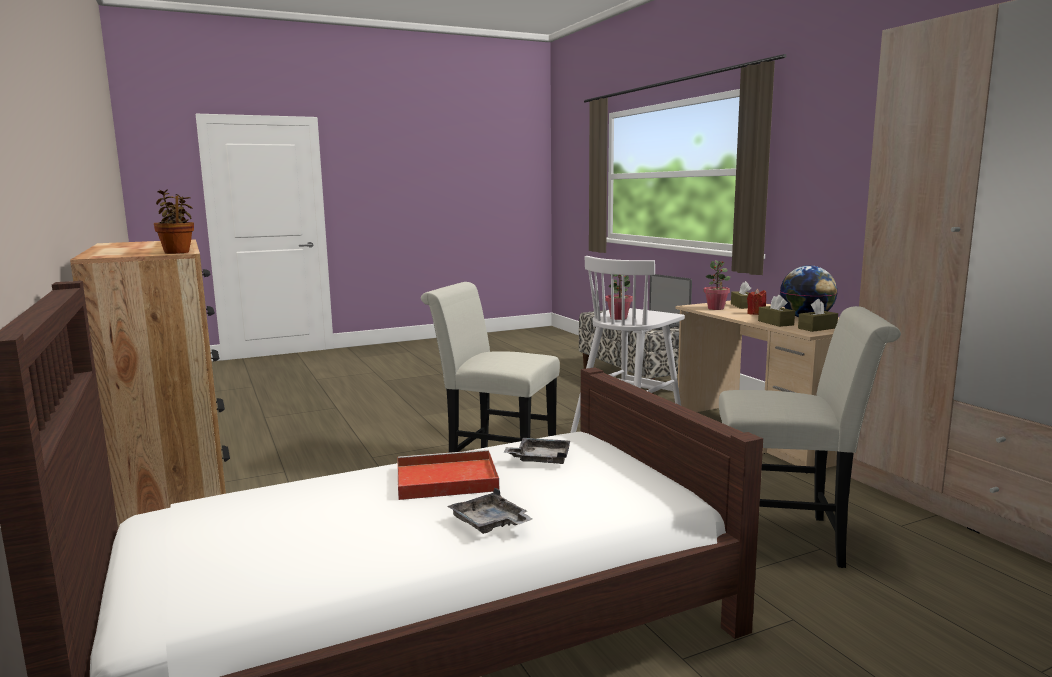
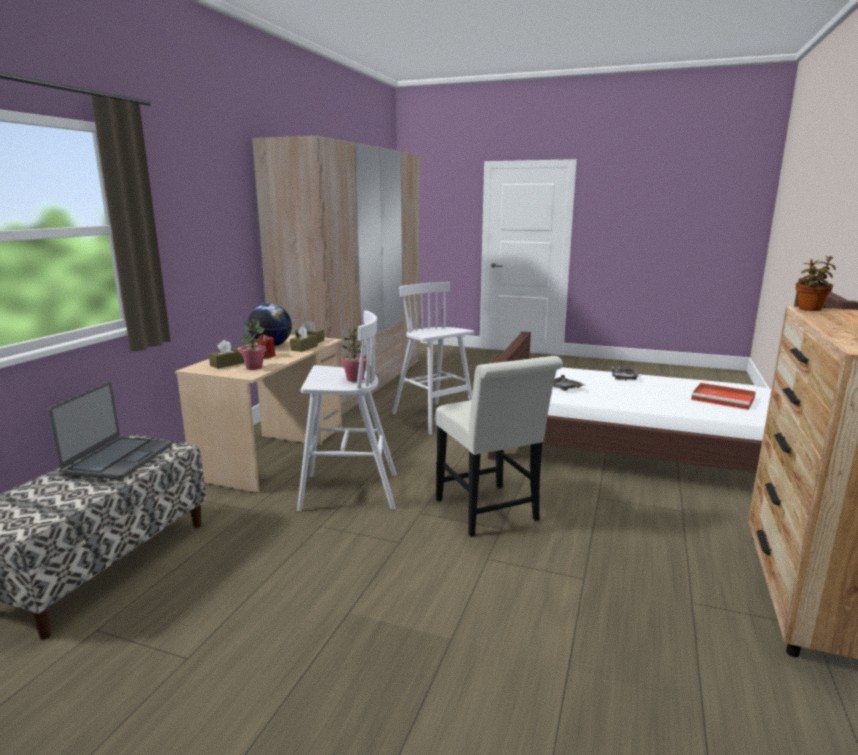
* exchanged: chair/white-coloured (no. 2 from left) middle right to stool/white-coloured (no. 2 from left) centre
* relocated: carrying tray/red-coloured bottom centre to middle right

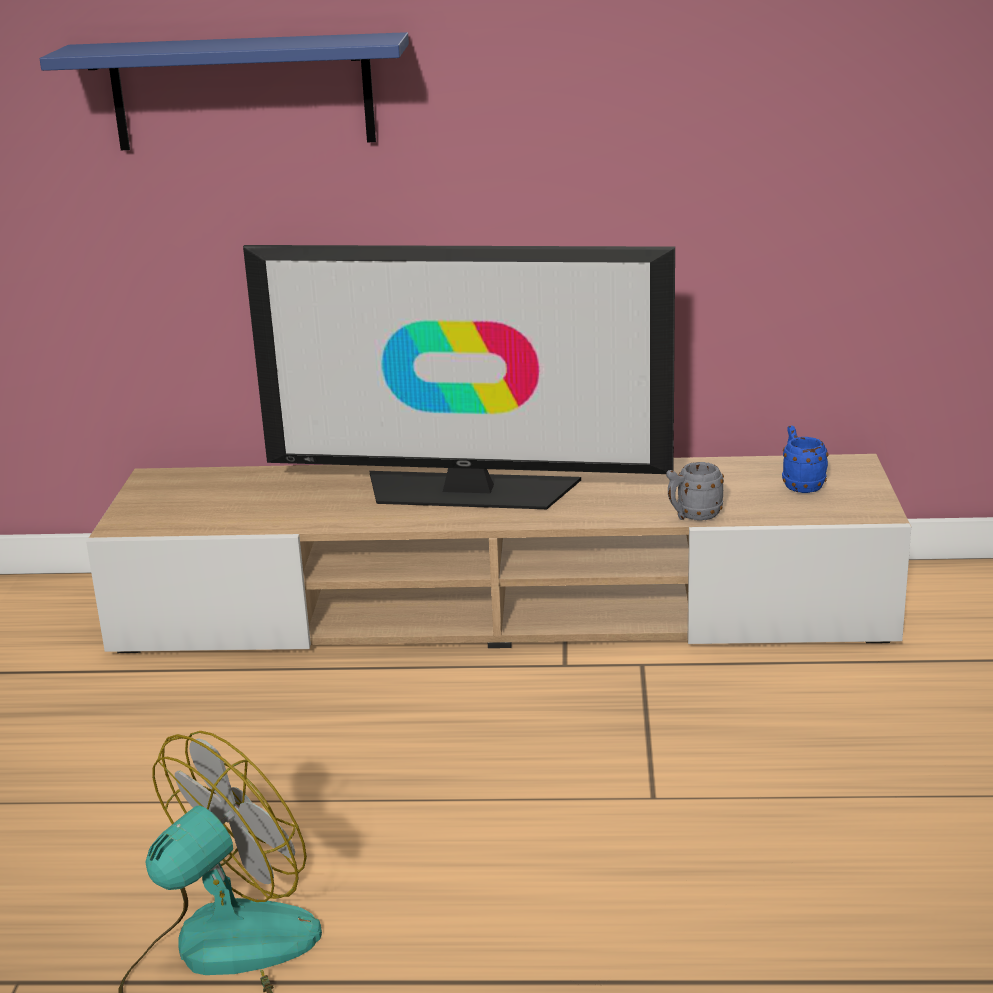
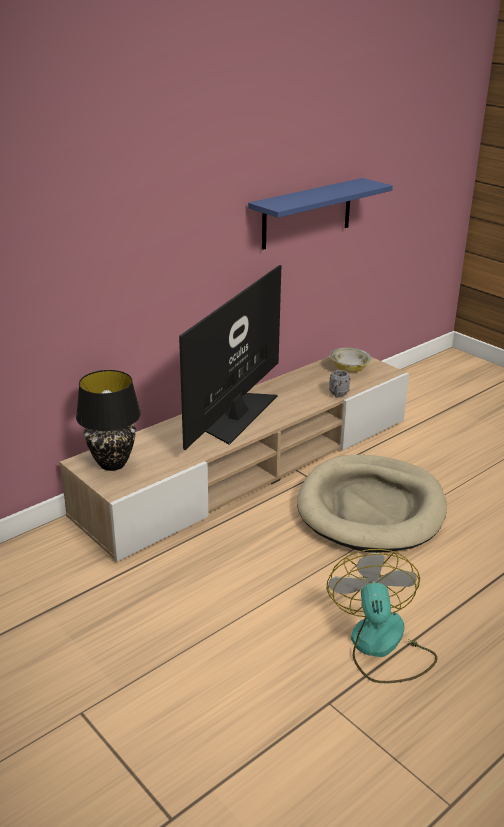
* appeared: table lamp/blackish middle left
* spun: TV centre = centre 150 degrees clockwise
* relocated: shelf/bluish top left to top centre
* appeared: dog cushion/beige middle right
* exchanged: coffee mug/bluish middle right to deep dish middle right

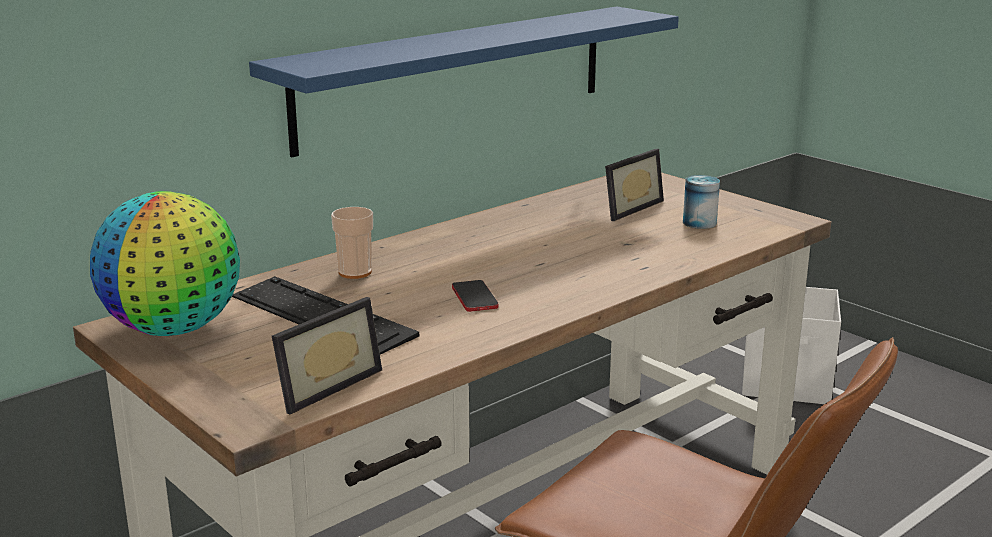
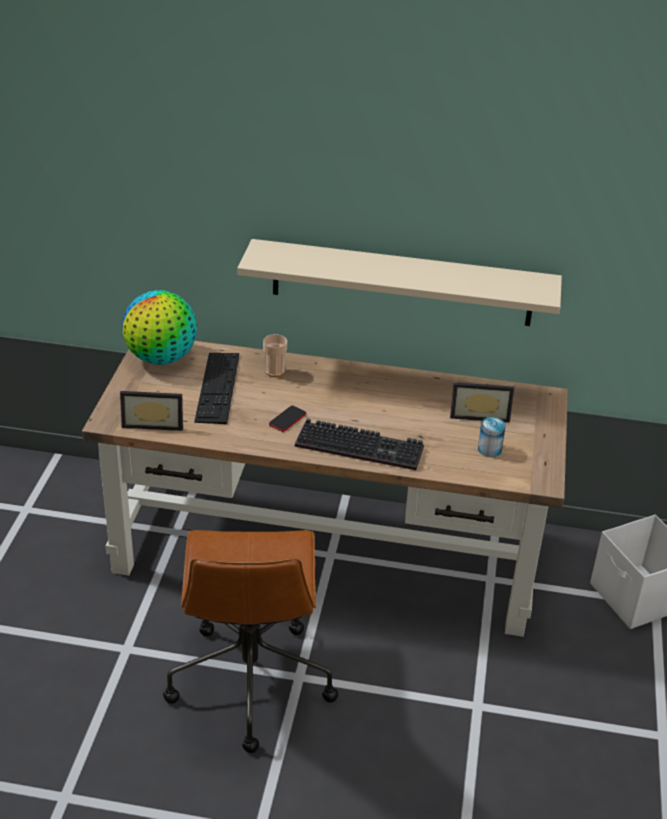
* colour: shelf/bluish top centre to shelf/beige centre
* appeared: computer keyboard (no. 2 from left) centre

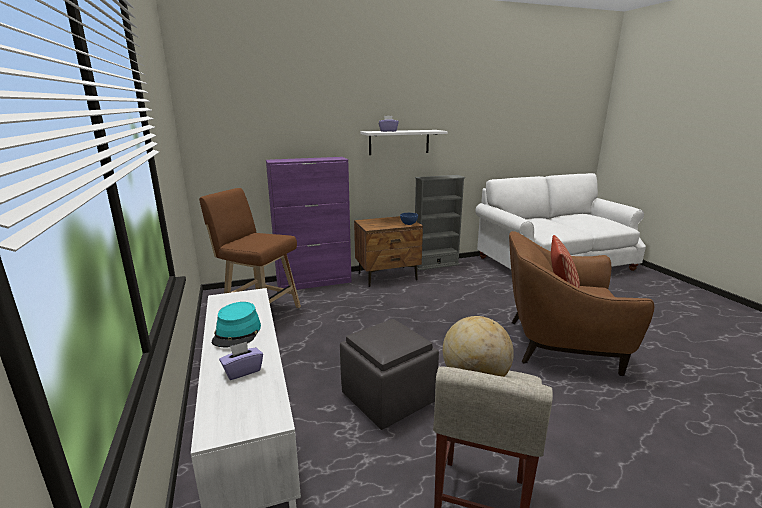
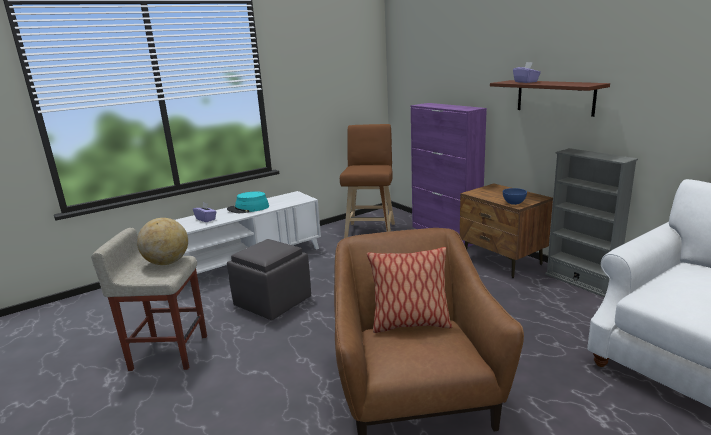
* colour: shelf/white-coloured top centre to shelf/brown-coloured top right

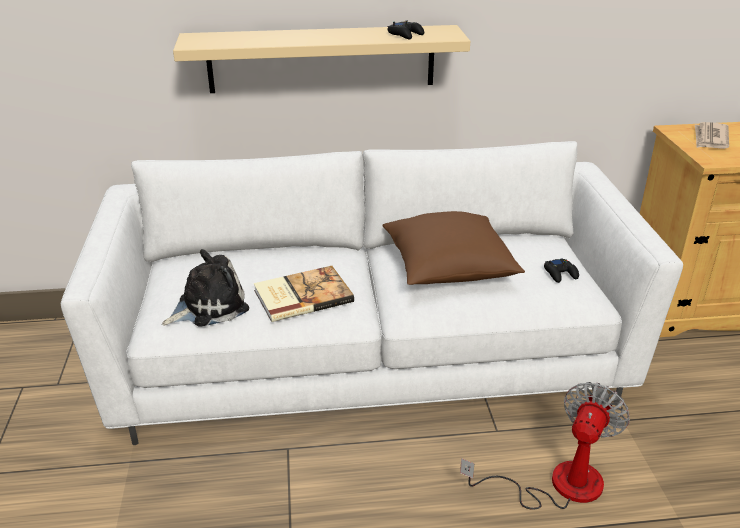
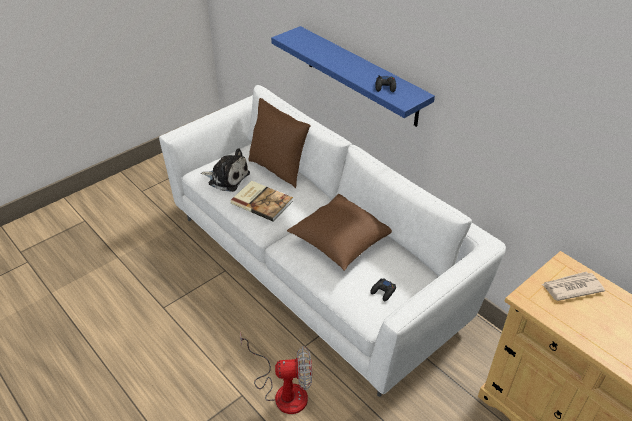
* appeared: throw pillow/brown-coloured (no. 1 from left) centre
* colour: shelf/beige top centre to shelf/bluish top centre

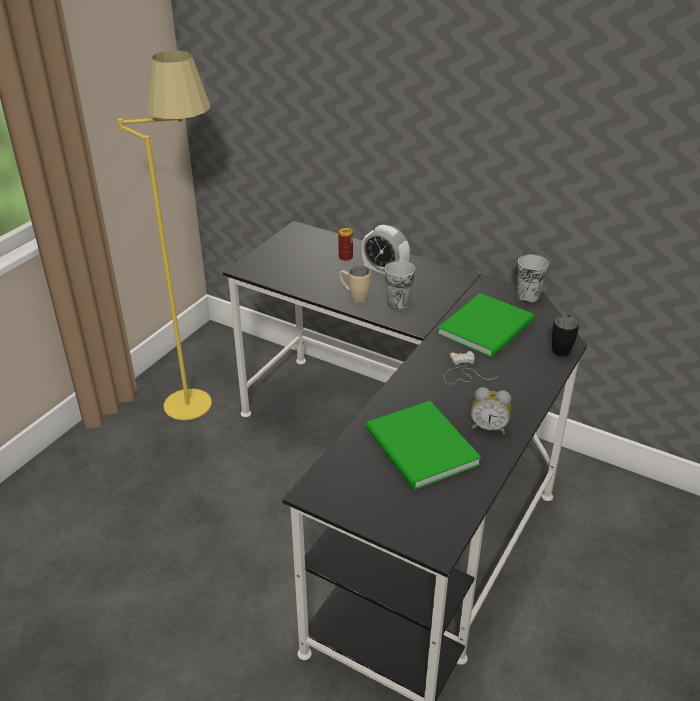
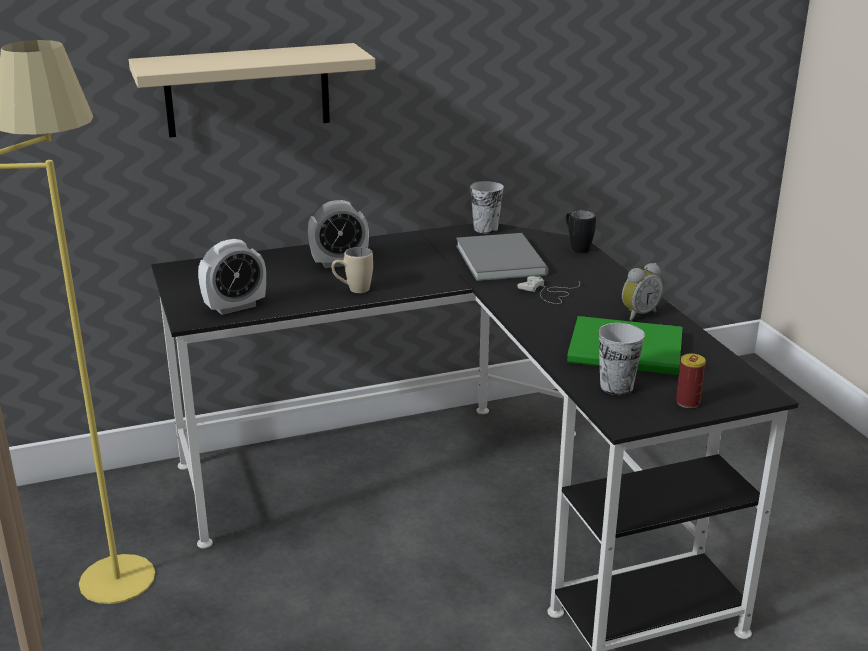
* appeared: shelf/beige top left
* appeared: alarm clock (no. 1 from left) middle left
* colour: bound book/green-coloured (no. 2 from left) middle right to bound book/gray centre
* relocated: small cup (no. 1 from left in the first image) centre to small cup (no. 2 from left) middle right
* relocated: can centre to middle right

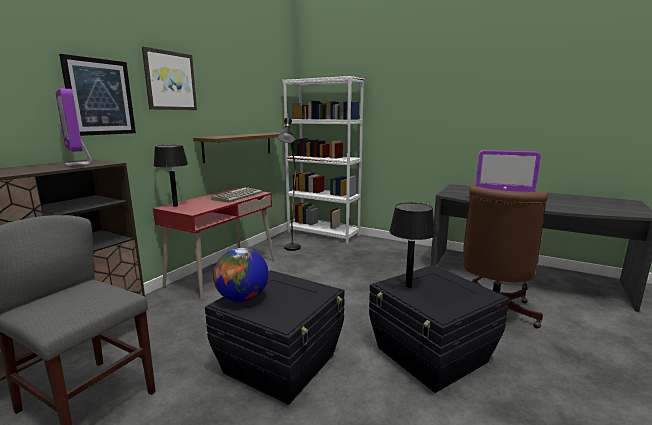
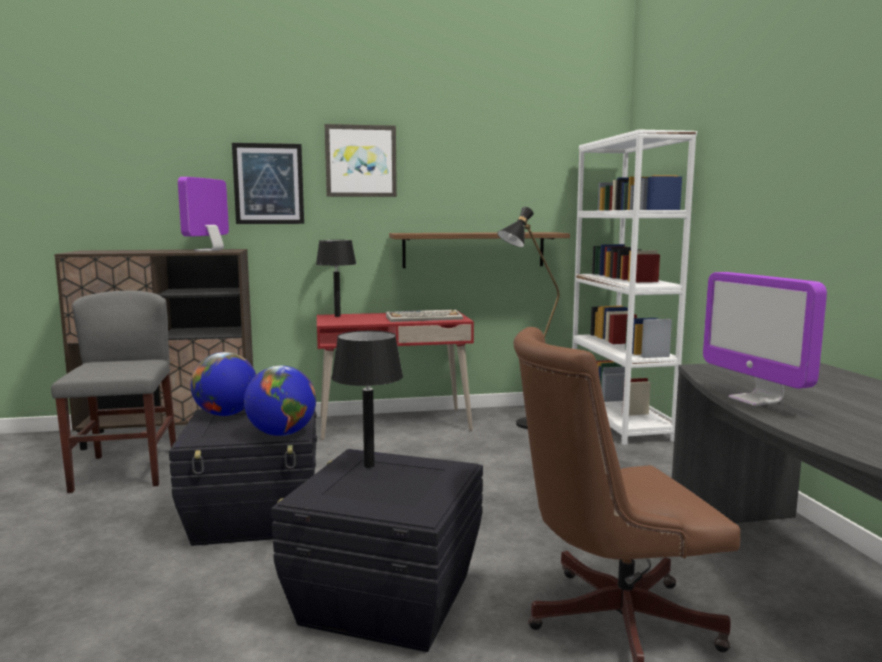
* appeared: world globe (no. 2 from left) middle left

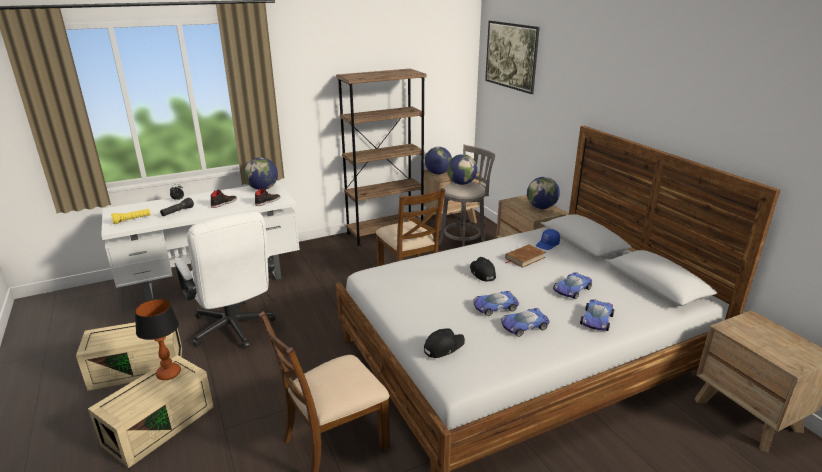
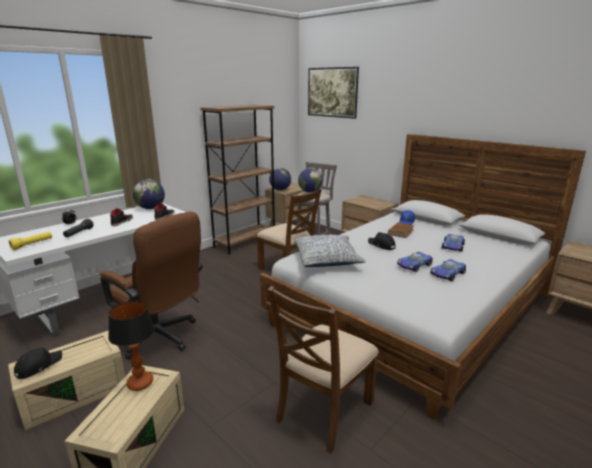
* relocated: baseball cap/blackish (no. 1 from left) bottom centre to bottom left
* colour: desk chair/white-coloured middle left to desk chair/brown-coloured middle left
* appeared: throw pillow centre
* missing: world globe (no. 4 from left) centre
* missing: toy car (no. 4 from left) bottom right

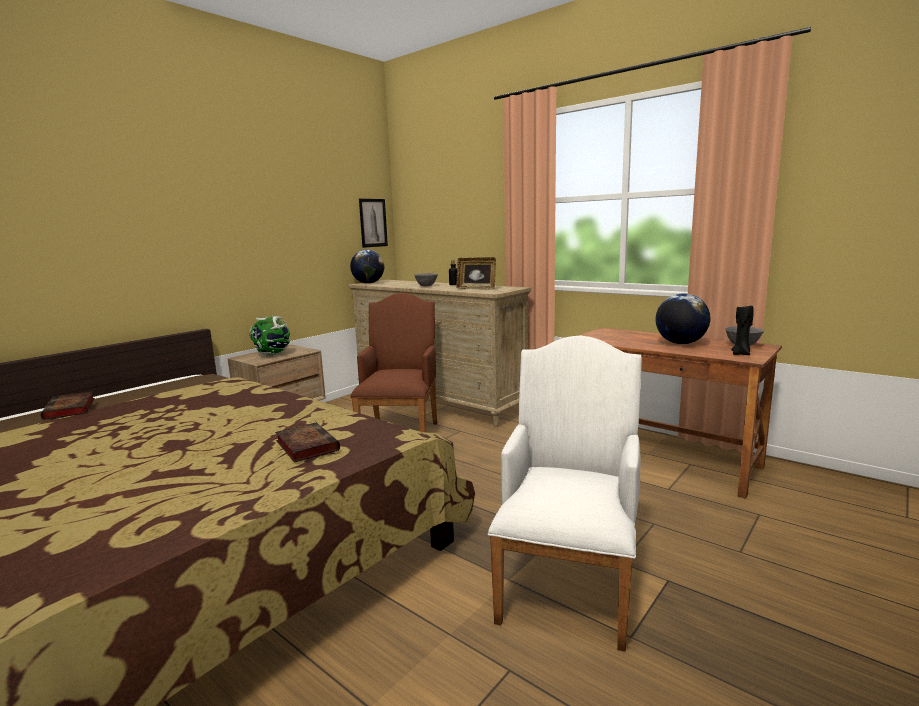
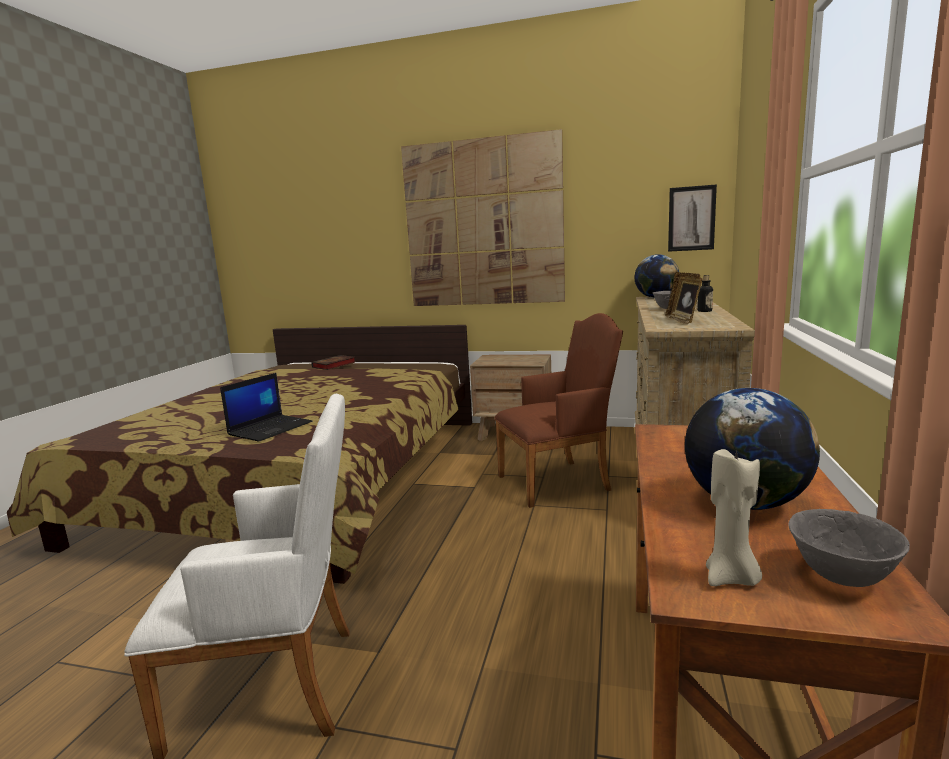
* exchanged: bound book (no. 2 from left) centre to notebook computer middle left
* appeared: wall picture (no. 1 from left) top centre
* colour: wax light/blackish middle right to wax light/beige bottom right
* missing: world globe (no. 1 from left) middle left

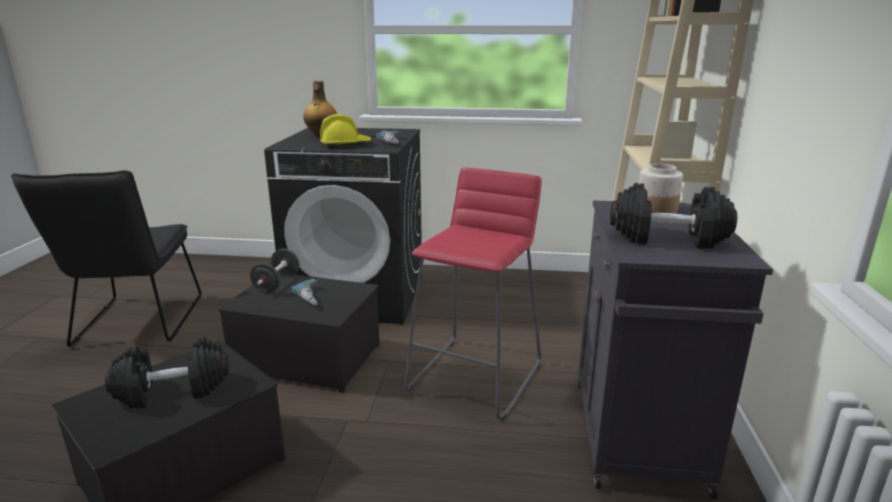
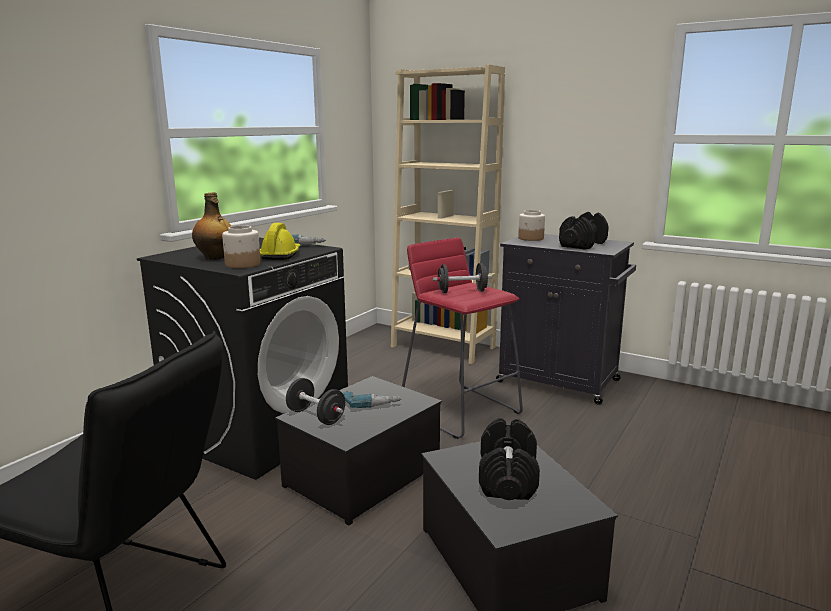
* appeared: preserve jar (no. 1 from left) middle left
* appeared: free weight/blackish (no. 2 from left) centre

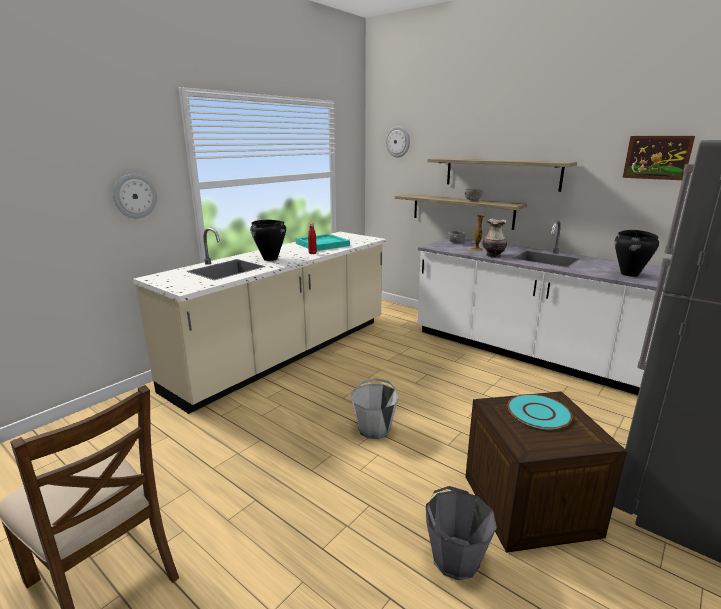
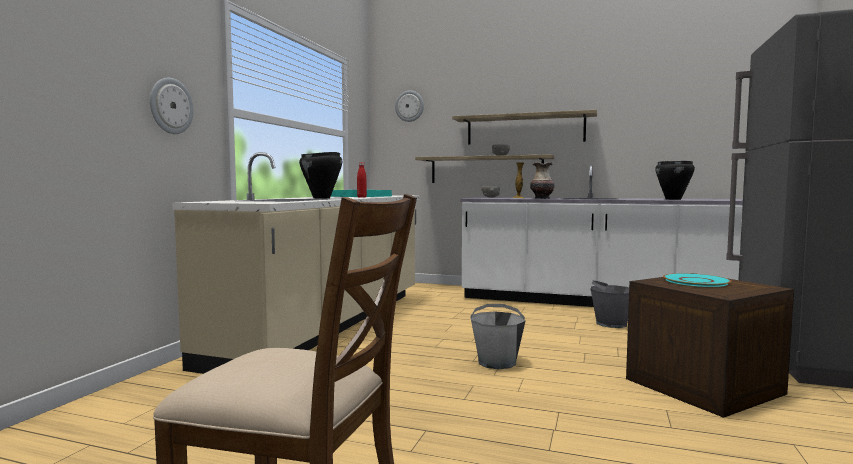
* relocated: bucket/gray (no. 2 from left) bottom centre to middle right
* missing: wall picture top right

